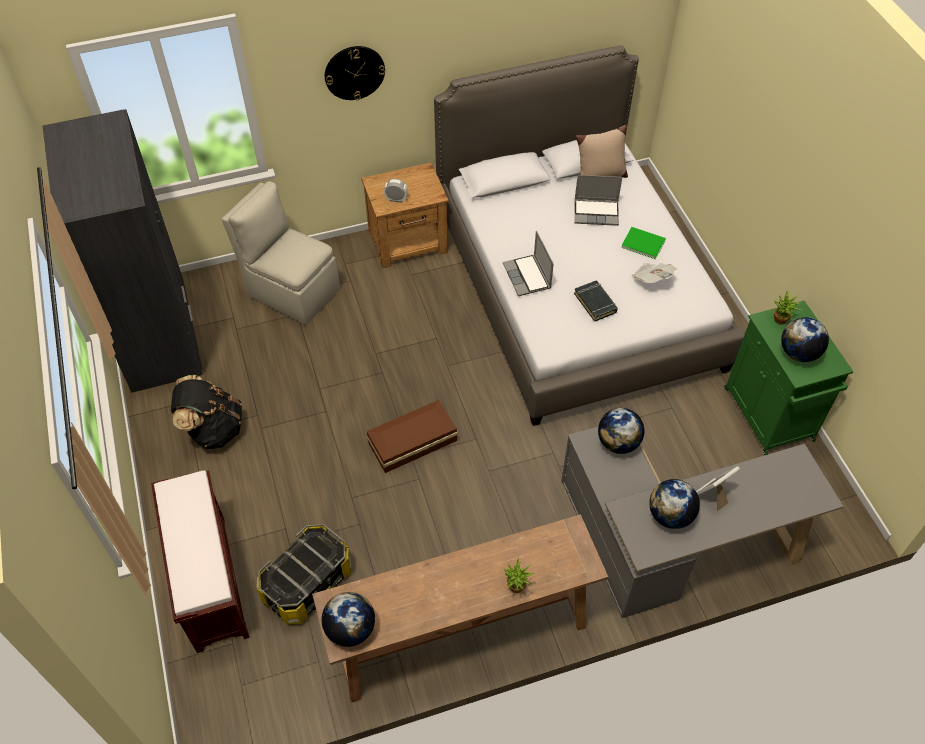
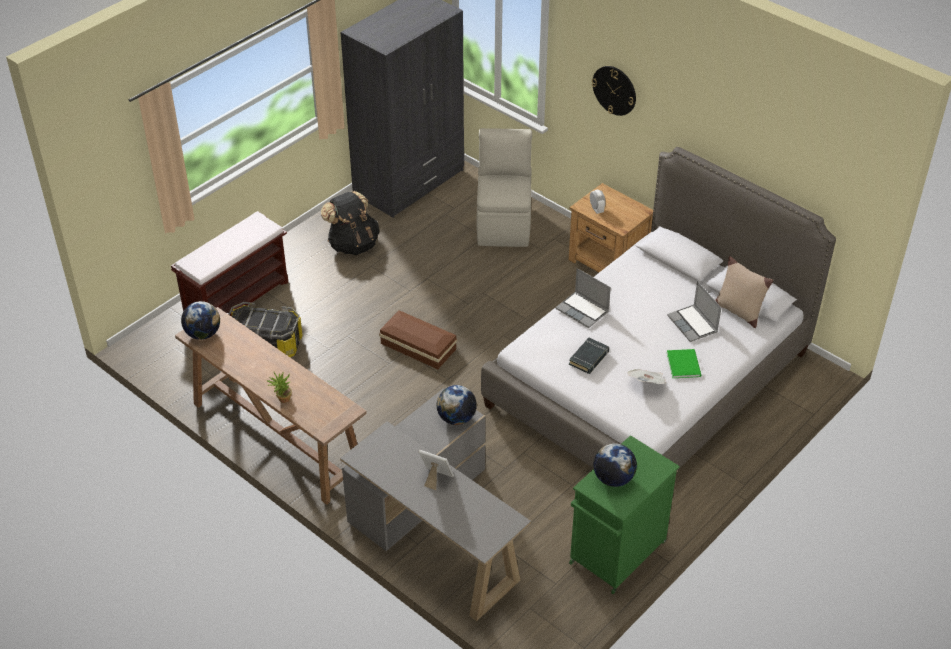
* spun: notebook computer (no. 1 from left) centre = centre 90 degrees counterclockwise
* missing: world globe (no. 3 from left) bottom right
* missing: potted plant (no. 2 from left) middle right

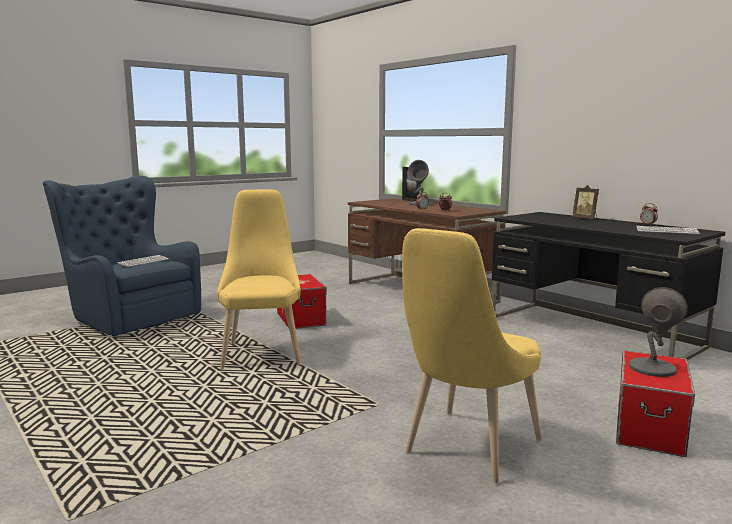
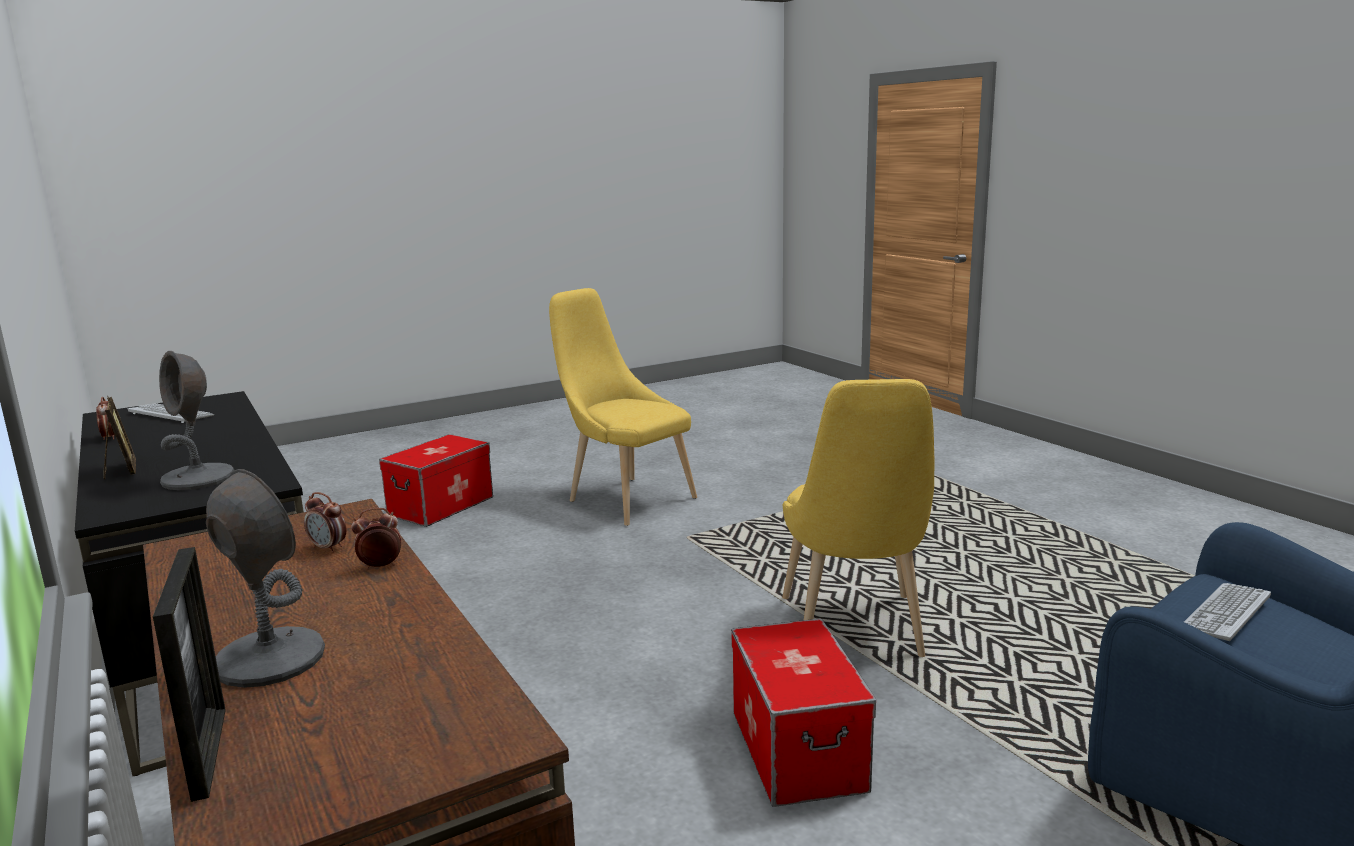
* relocated: table lamp/gray (no. 2 from left in the first image) middle right to table lamp/gray (no. 1 from left) middle left
* spun: chair/yellowish (no. 2 from left in the first image) bottom centre = centre 90 degrees counterclockwise

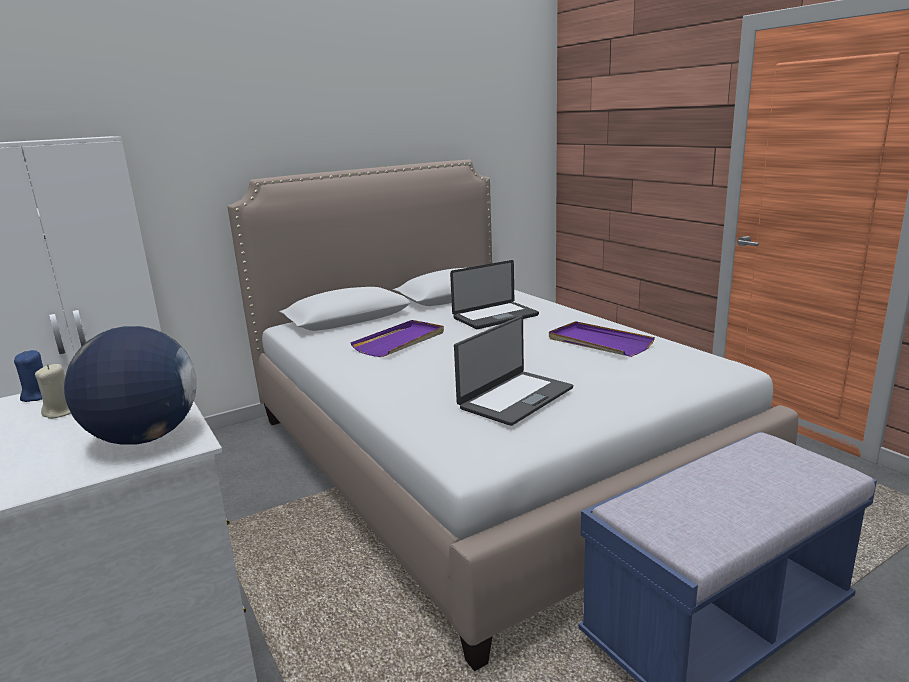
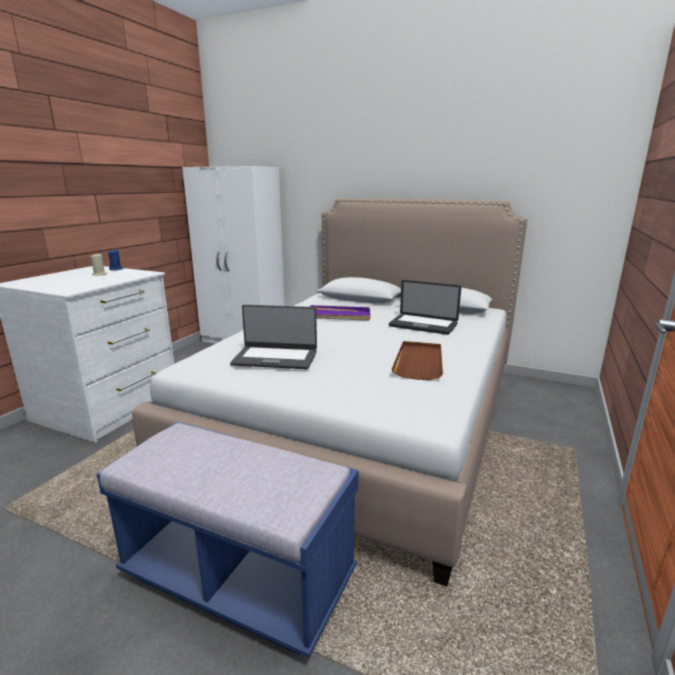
* colour: carrying tray/purplish (no. 2 from left) centre to carrying tray/brown-coloured centre
* missing: world globe middle left

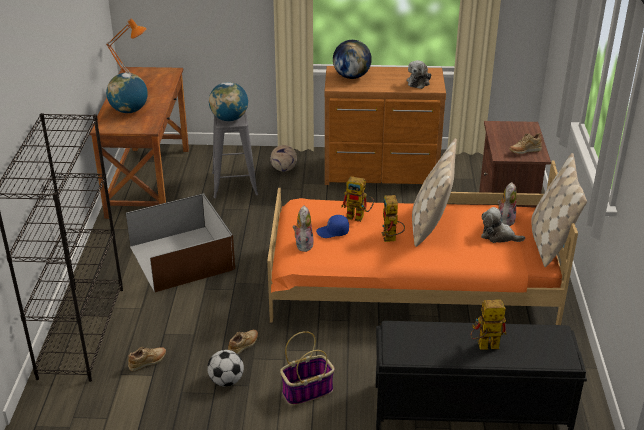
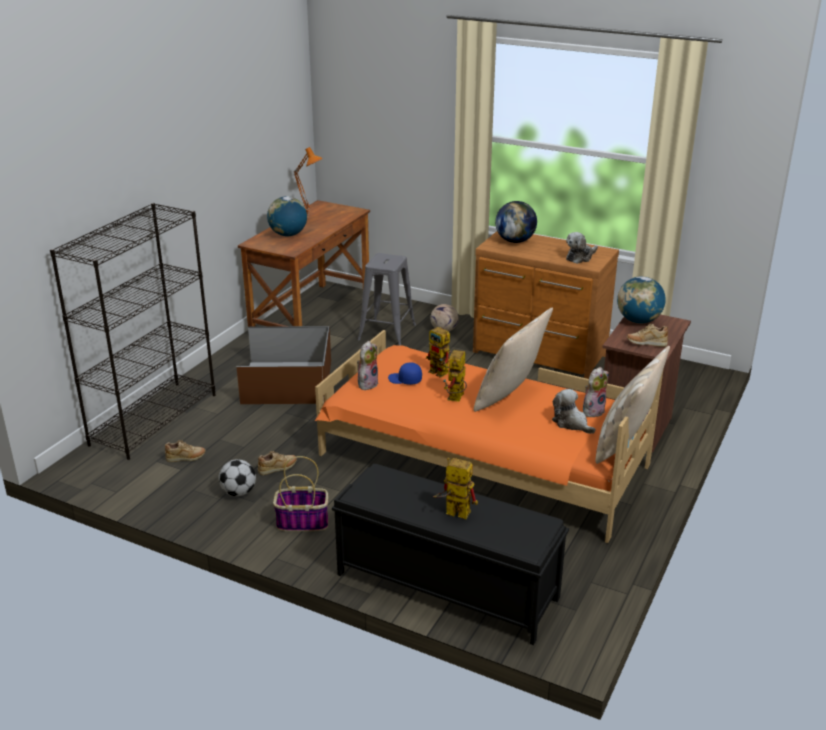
* relocated: world globe (no. 2 from left in the first image) top centre to world globe (no. 3 from left) middle right

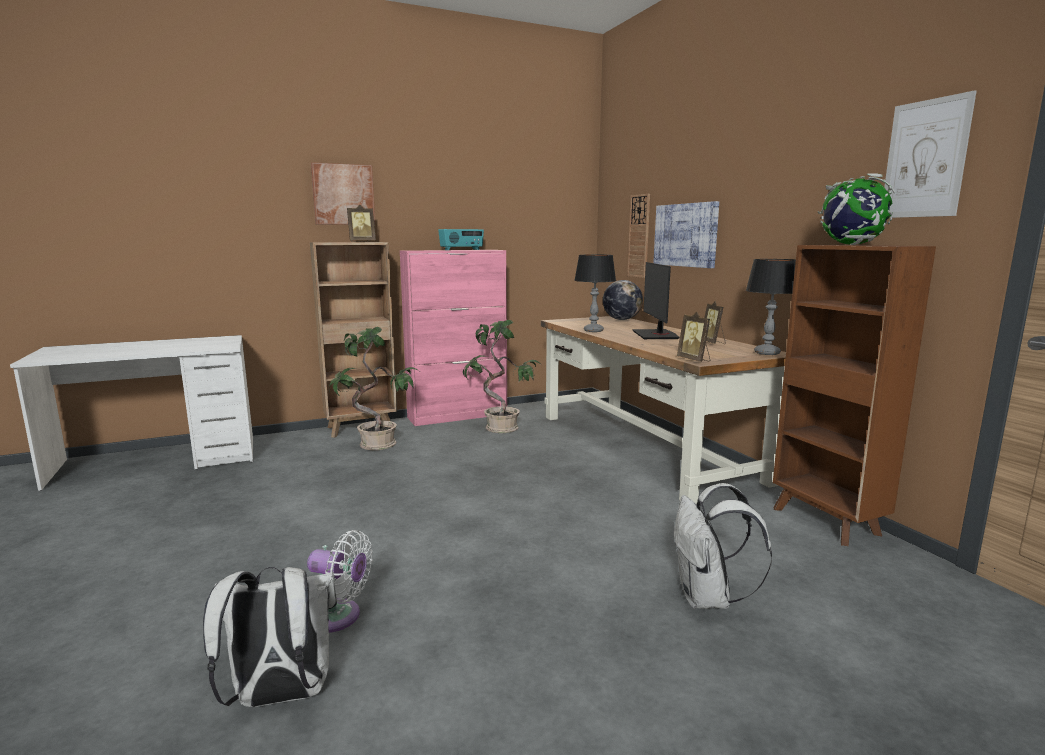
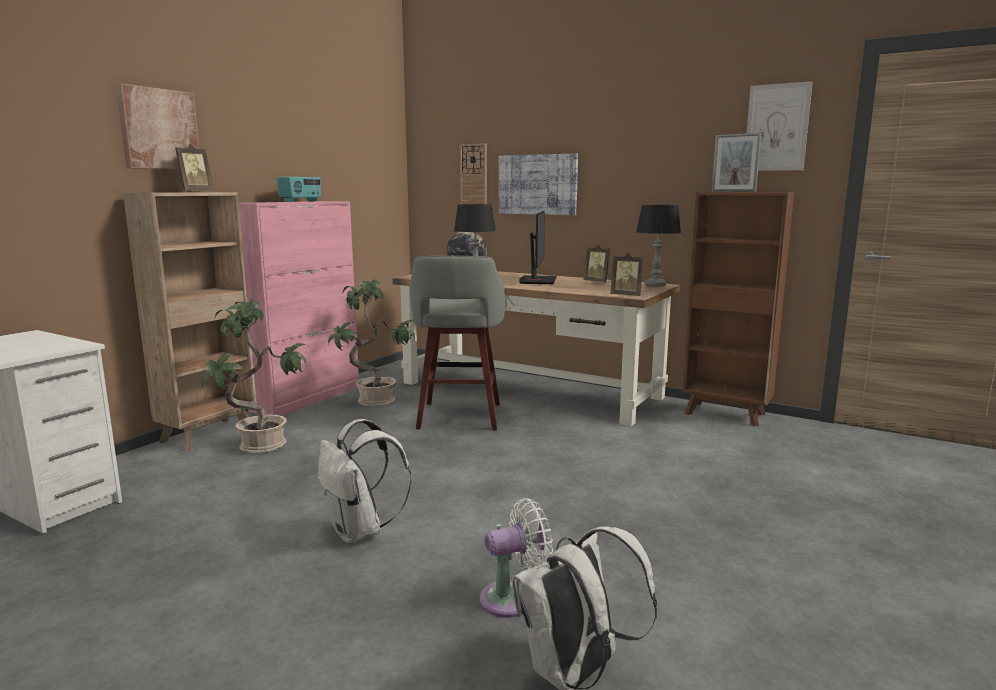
* relocated: knapsack/white-coloured (no. 2 from left in the first image) bottom right to knapsack/white-coloured (no. 1 from left) bottom centre
* appeared: stool/gray centre
* spun: computer display centre = centre 135 degrees counterclockwise
* exchanged: world globe (no. 2 from left) top right to picture frame (no. 4 from left) top right

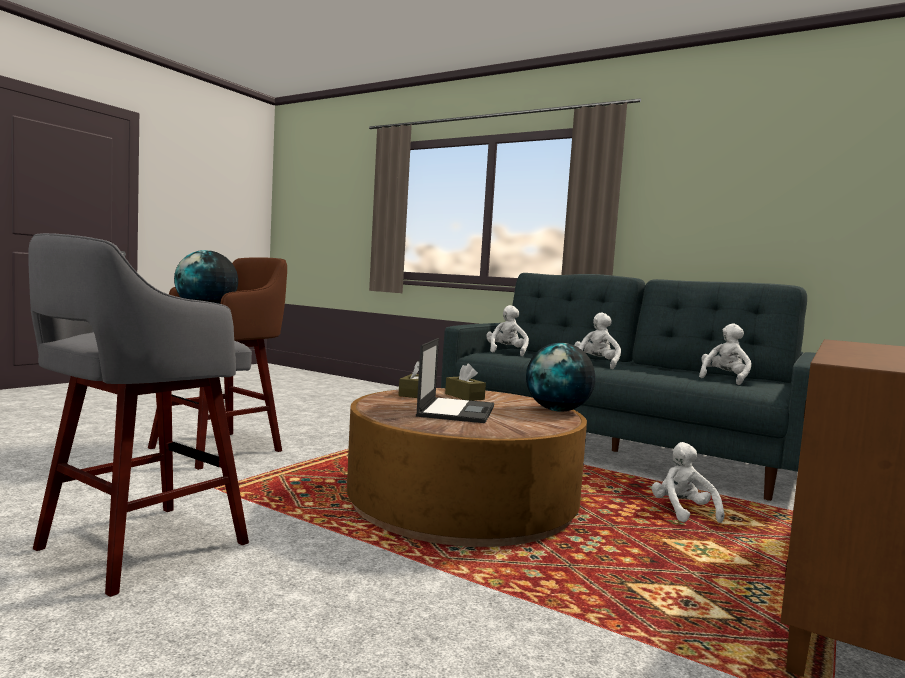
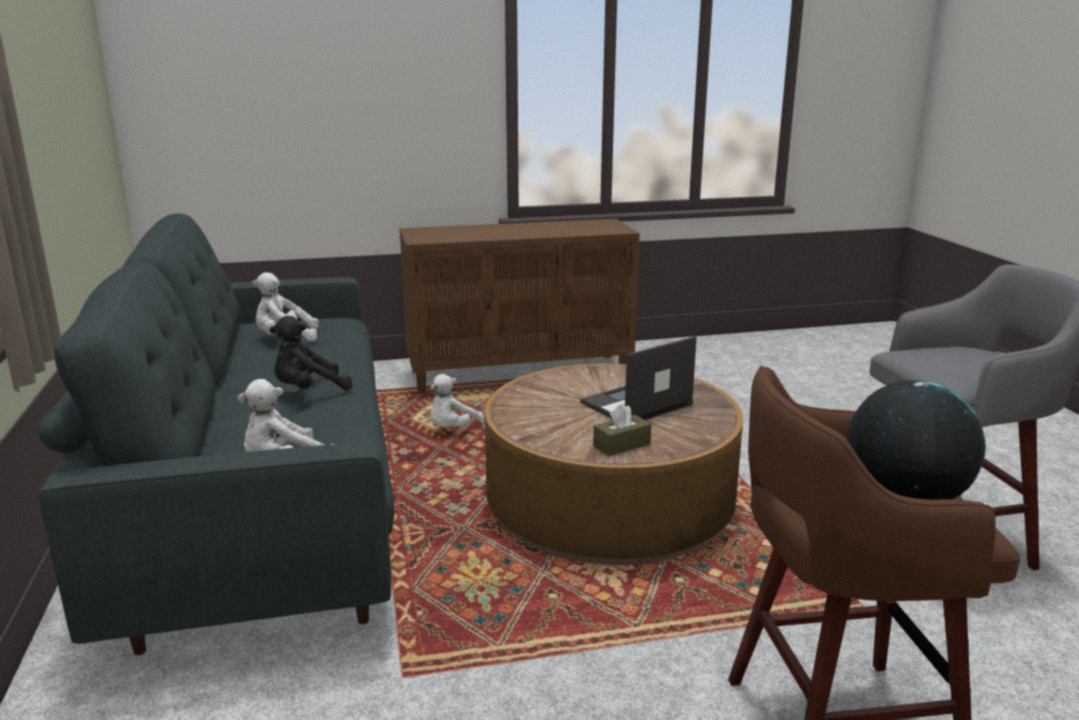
* colour: soft toy/white-coloured (no. 2 from left) centre to soft toy/blackish middle left
* missing: tissue holder/brown-coloured (no. 2 from left) centre
* missing: world globe (no. 2 from left) centre

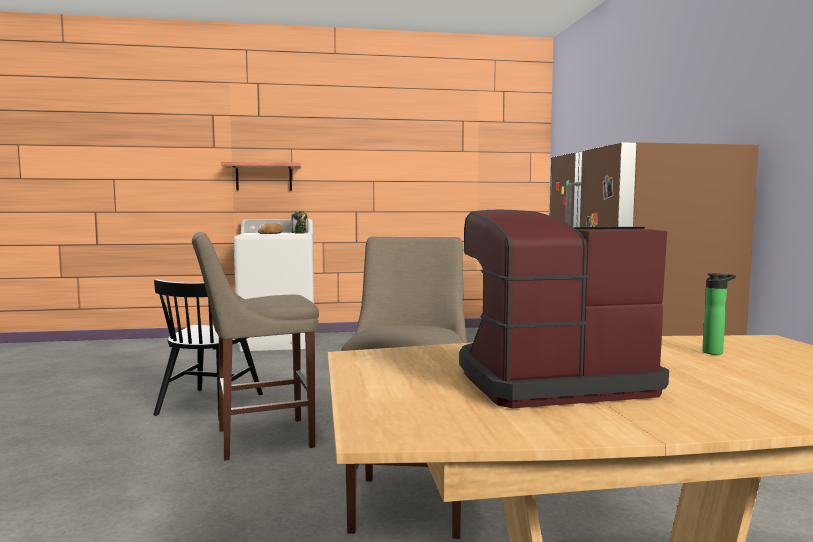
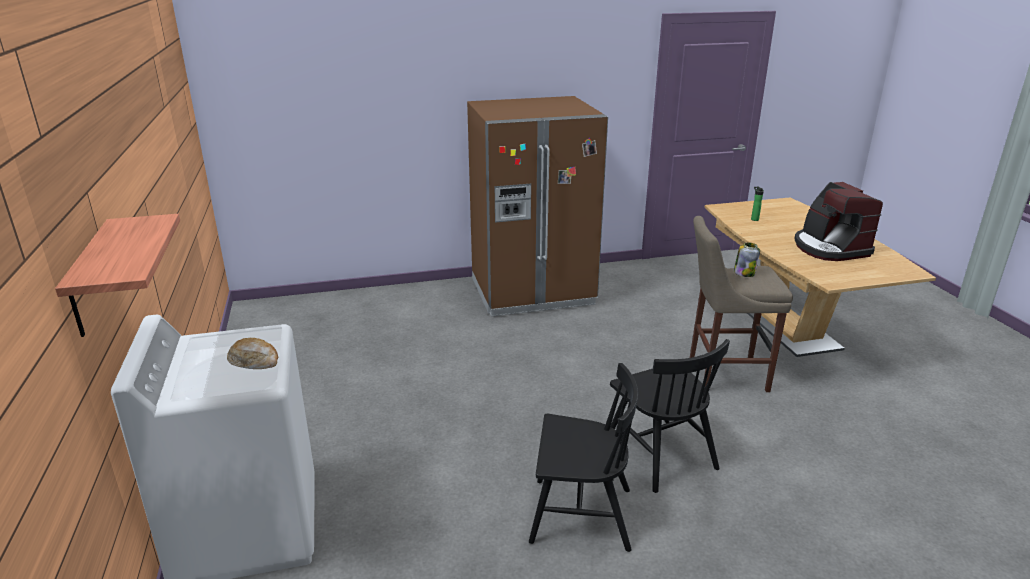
* exchanged: stool/beige (no. 1 from left) middle left to chair/blackish (no. 2 from left) bottom centre
* relocated: preserve jar centre to middle right

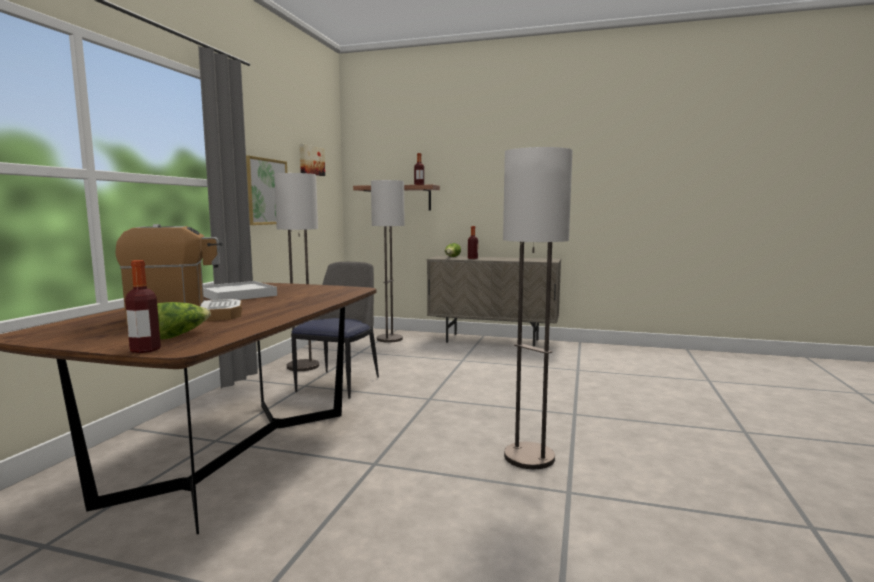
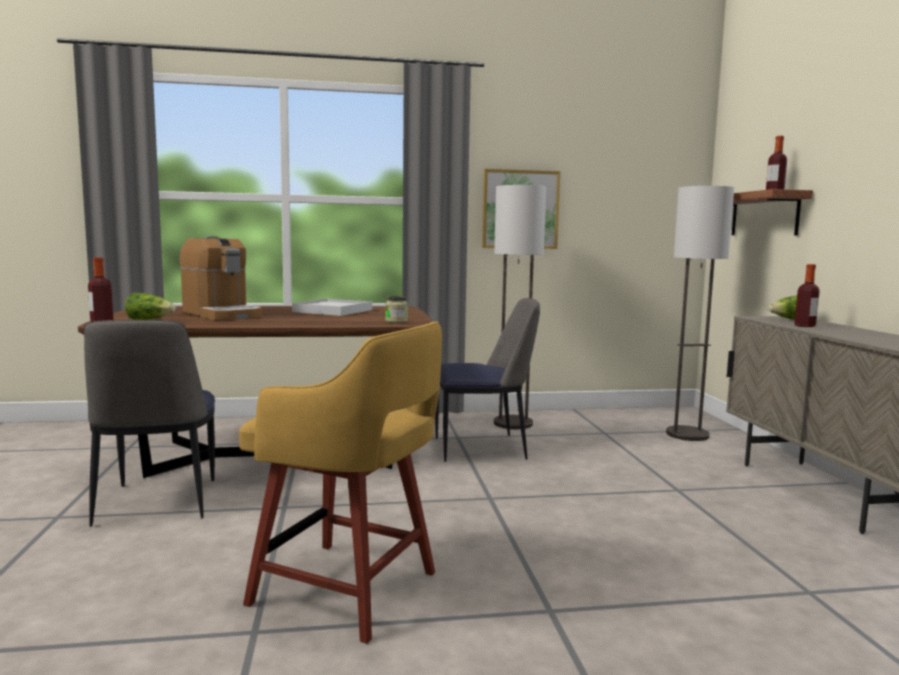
* appeared: chair (no. 1 from left) middle left
* exchanged: floor lamp (no. 3 from left) centre to stool/yellowish bottom centre
* appeared: preserve jar centre
* missing: wall picture (no. 2 from left) top centre

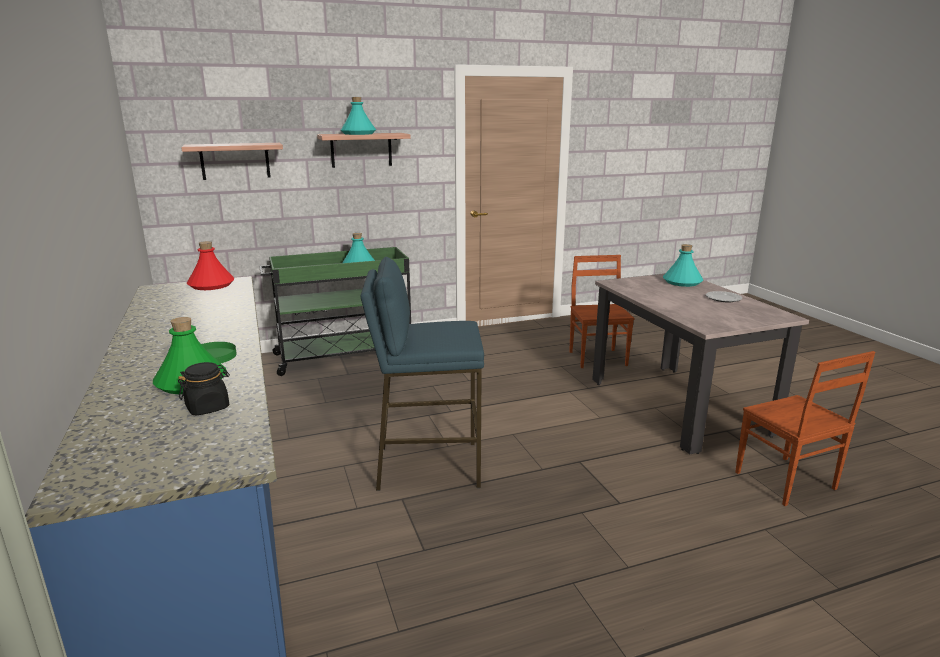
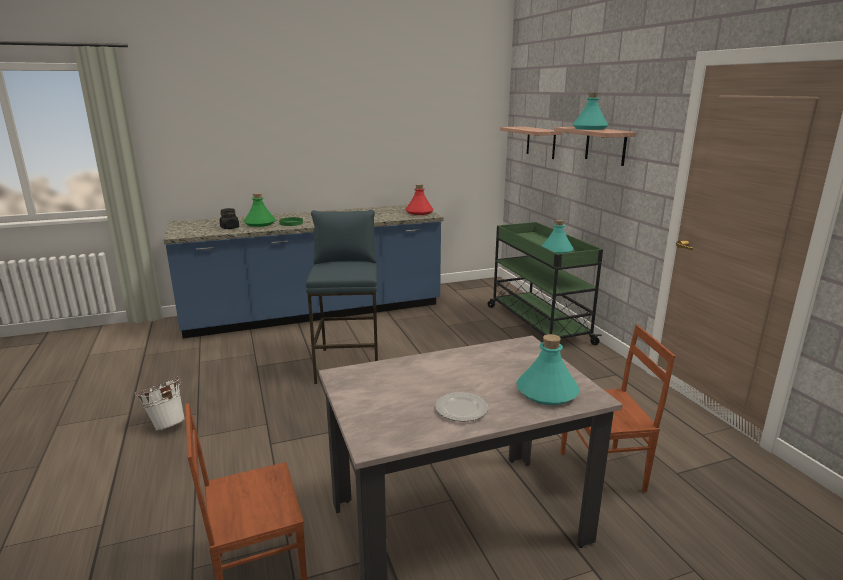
* appeared: bucket/white-coloured bottom left

